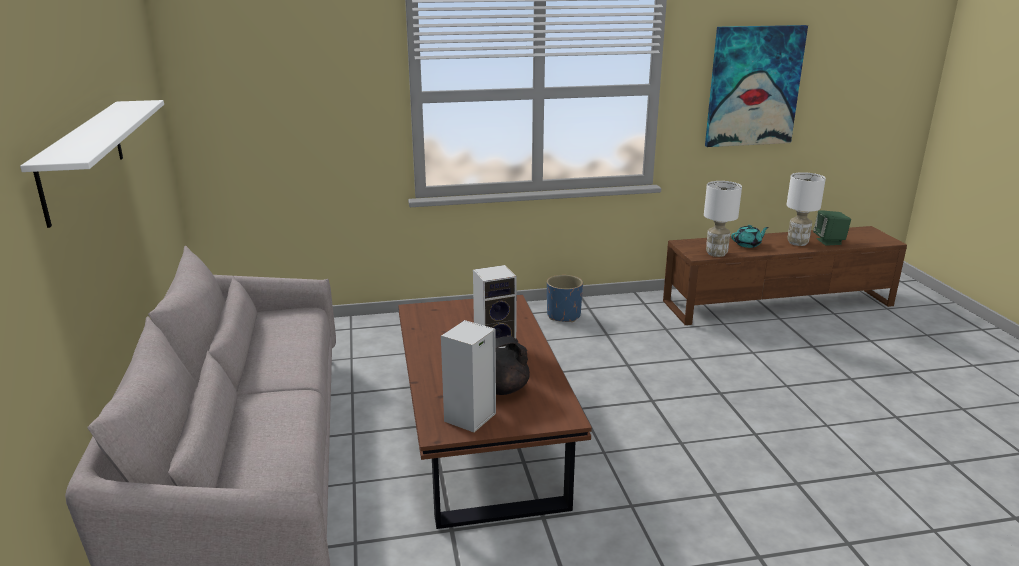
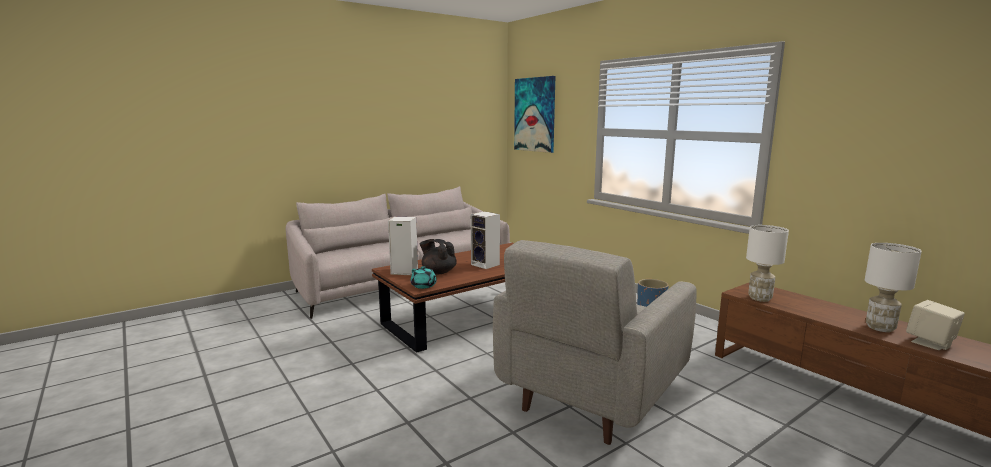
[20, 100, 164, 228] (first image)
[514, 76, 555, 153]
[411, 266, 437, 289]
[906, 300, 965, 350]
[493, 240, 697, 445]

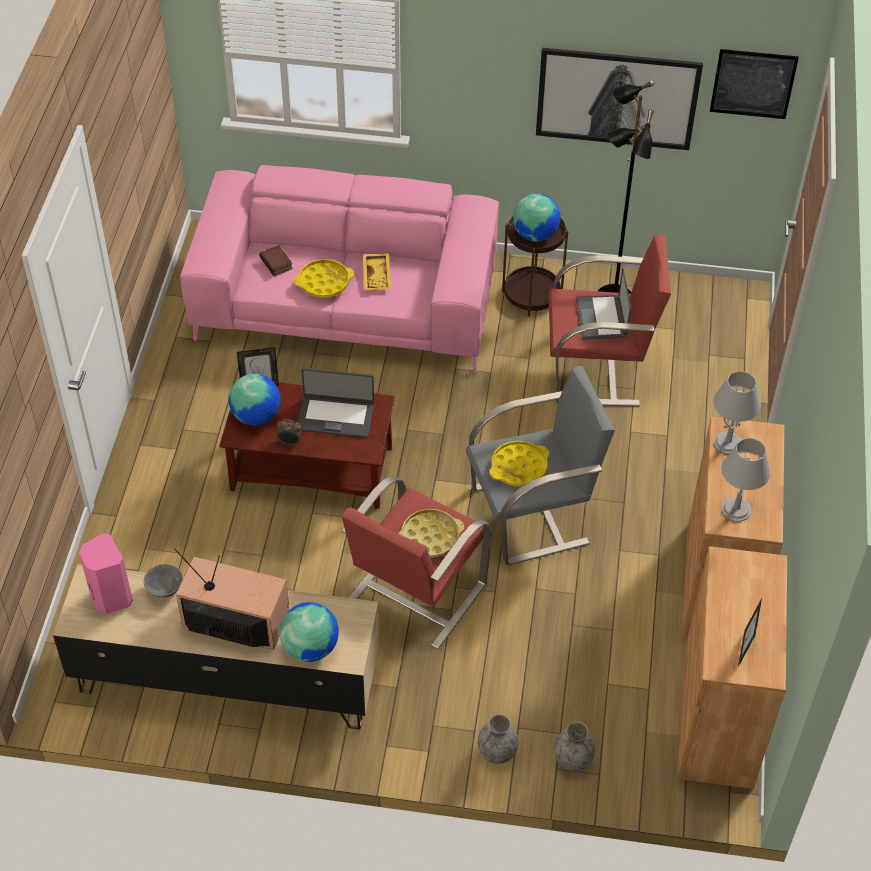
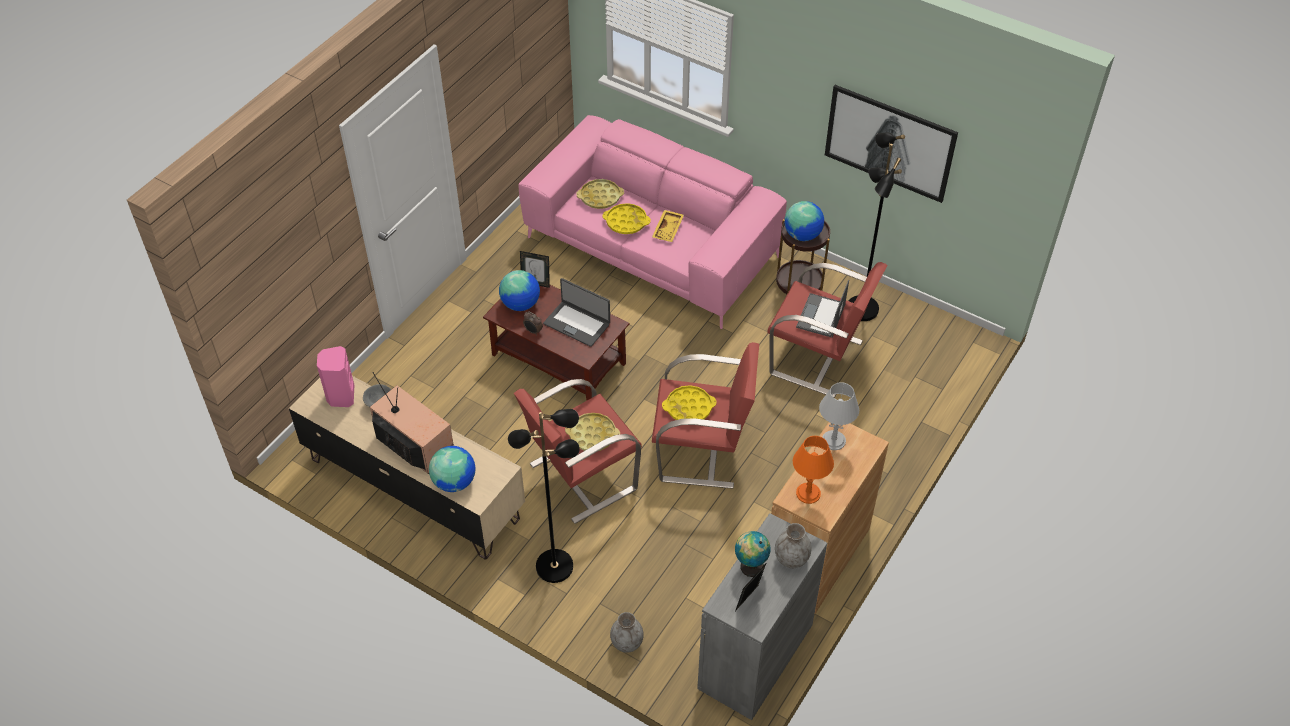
[576, 179, 624, 209]
[652, 342, 759, 489]
[775, 523, 811, 568]
[697, 513, 827, 720]
[710, 49, 799, 119] (first image)
[793, 436, 834, 504]
[508, 409, 580, 583]
[735, 531, 771, 577]

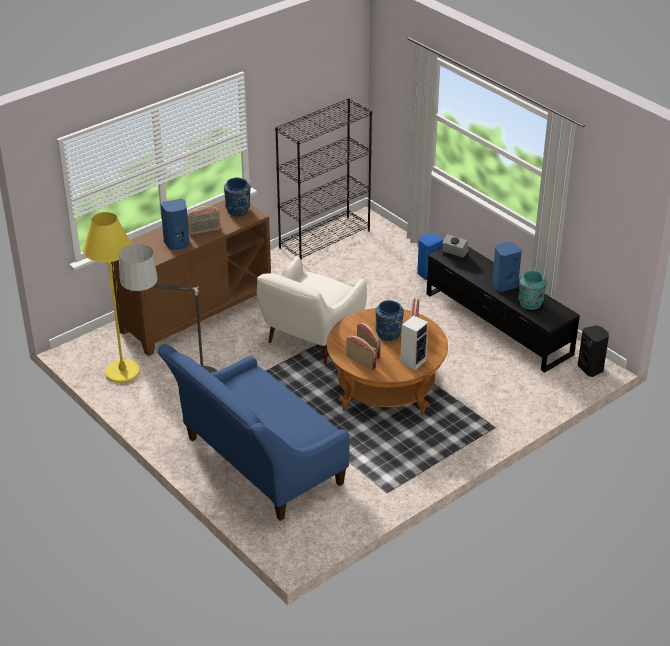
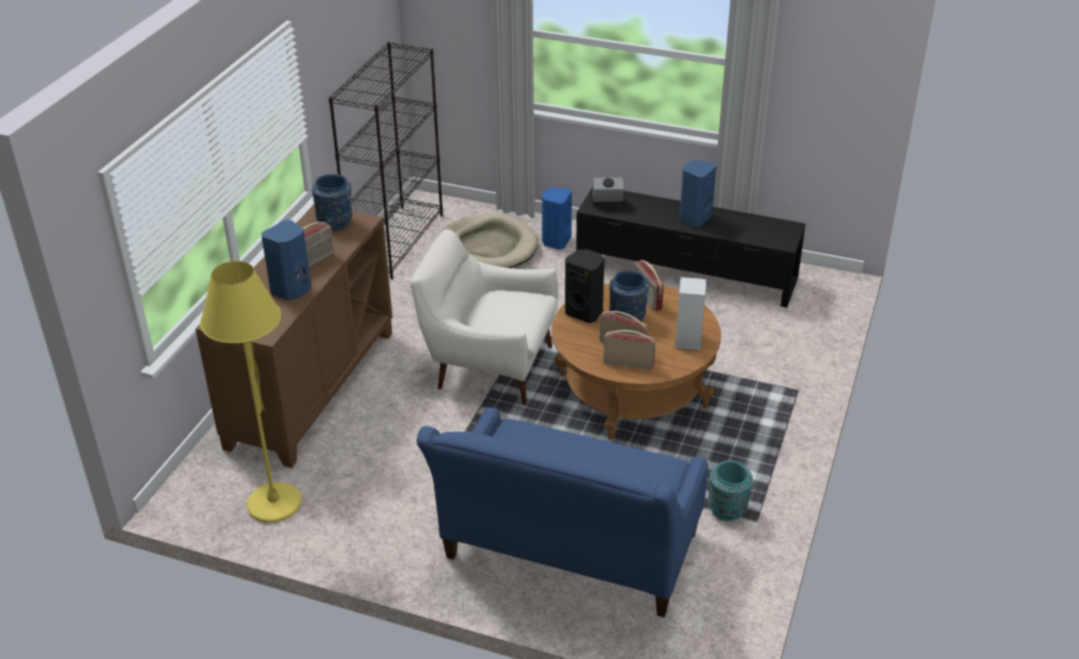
[119, 244, 217, 373] (first image)
[410, 229, 558, 405]
[708, 460, 753, 521]
[565, 249, 604, 323]
[439, 213, 539, 268]

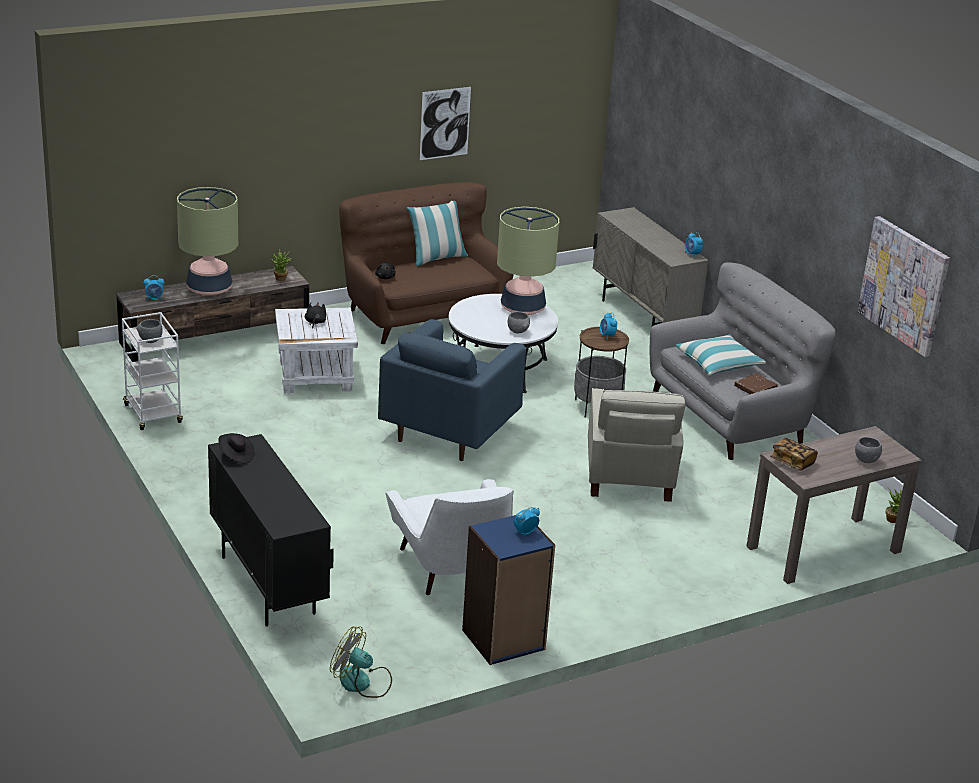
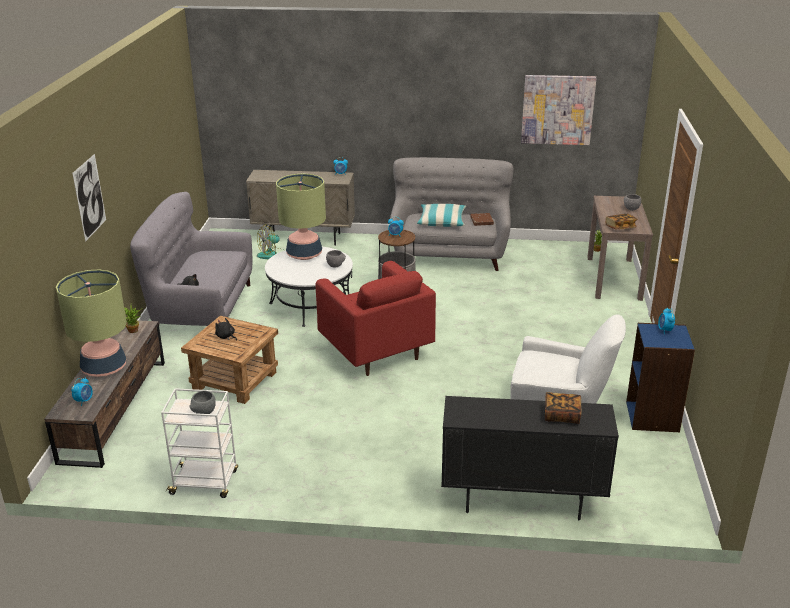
[218, 433, 255, 464] (first image)
[181, 316, 278, 404]
[257, 225, 283, 259]
[130, 192, 252, 326]
[316, 261, 436, 376]
[407, 201, 468, 266] (first image)
[72, 154, 106, 242]
[588, 388, 686, 502] (first image)
[545, 392, 582, 424]

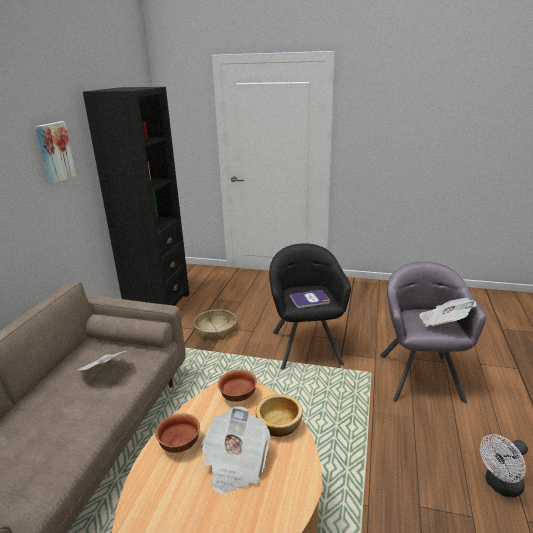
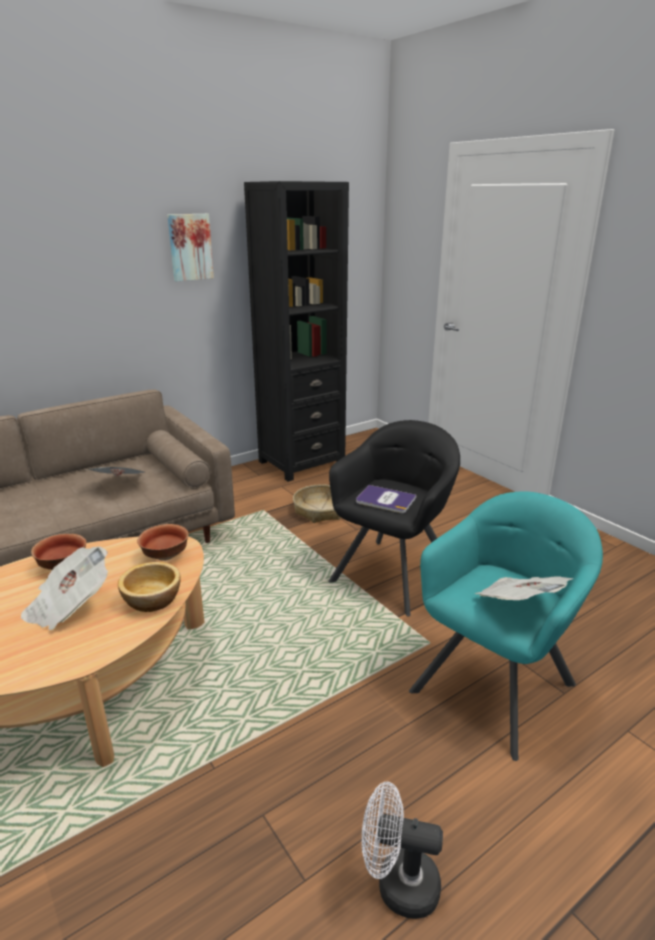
[409, 491, 603, 761]

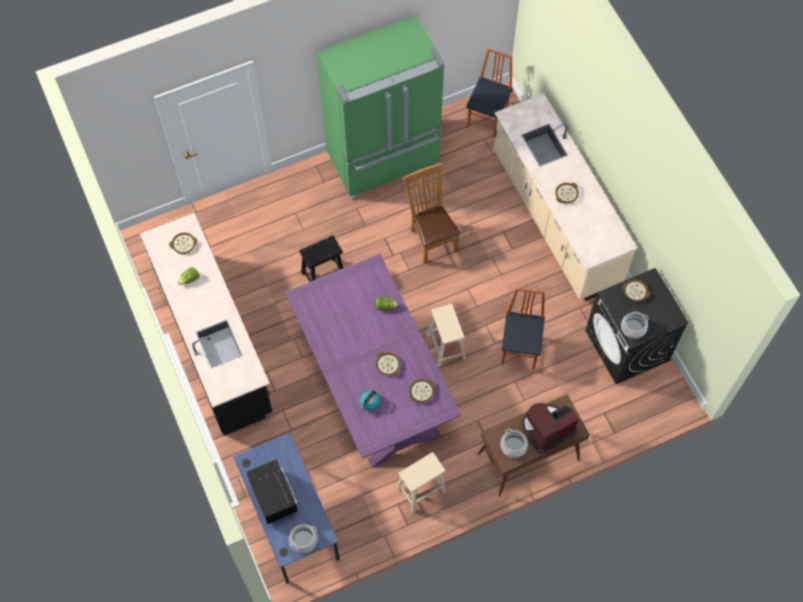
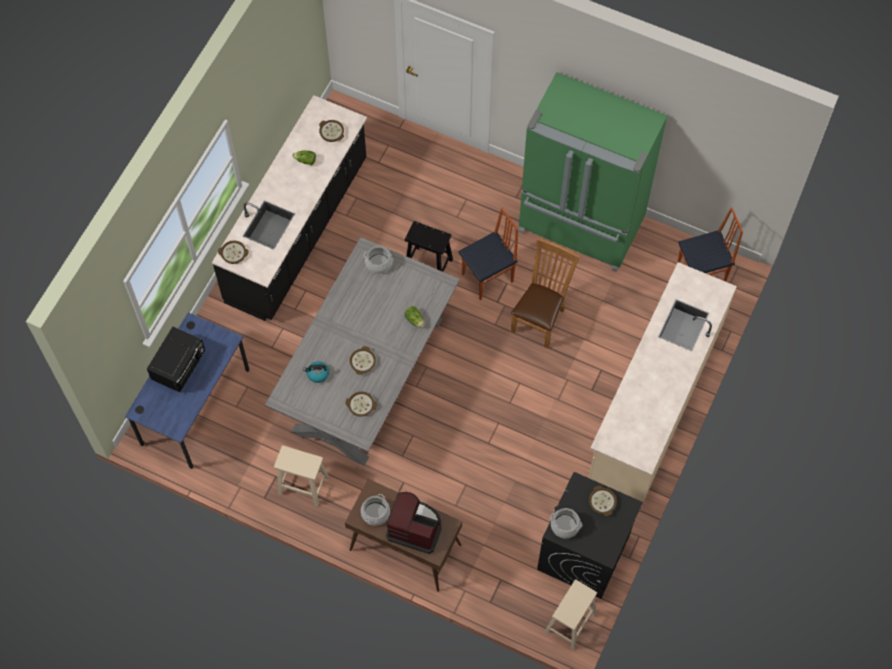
[265, 237, 460, 466]
[364, 246, 394, 274]
[544, 579, 597, 650]
[458, 208, 518, 300]
[218, 240, 249, 264]

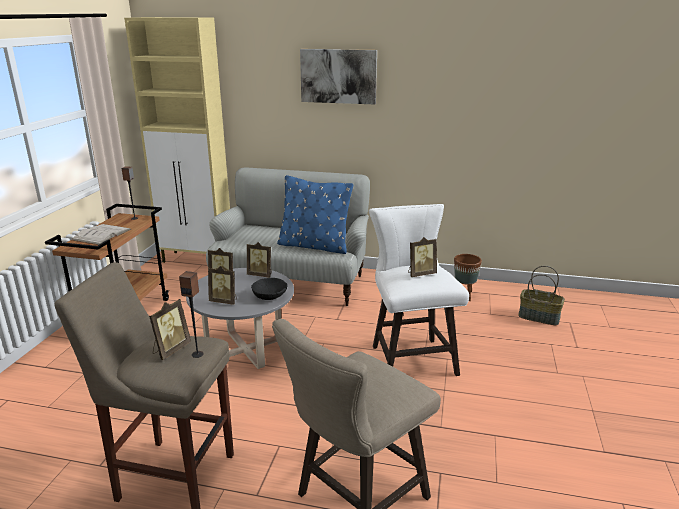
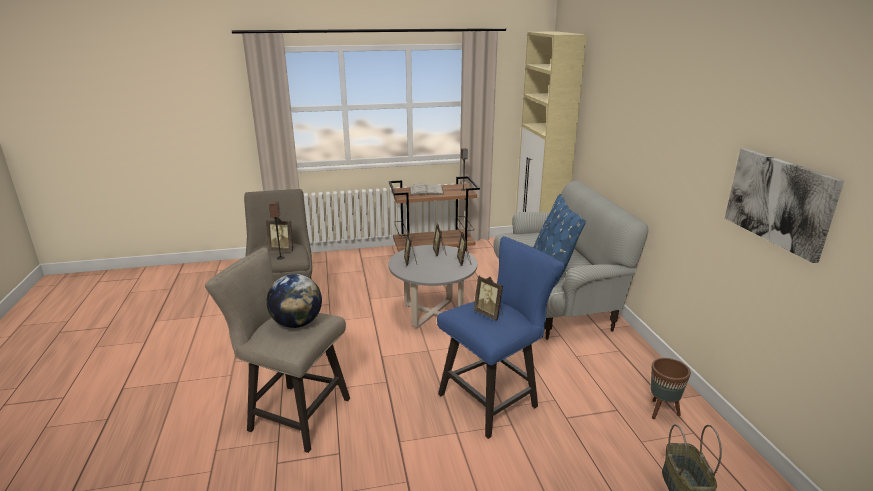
[251, 278, 288, 300] (first image)
[725, 148, 844, 263]
[437, 236, 565, 439]
[266, 274, 322, 328]

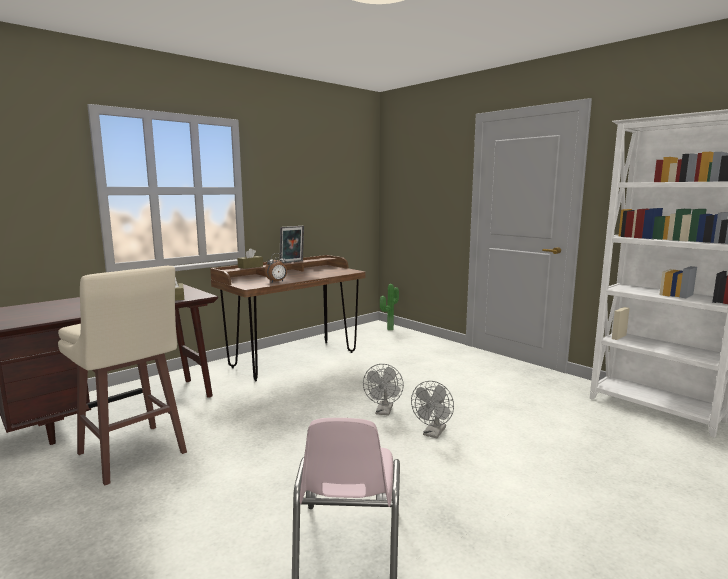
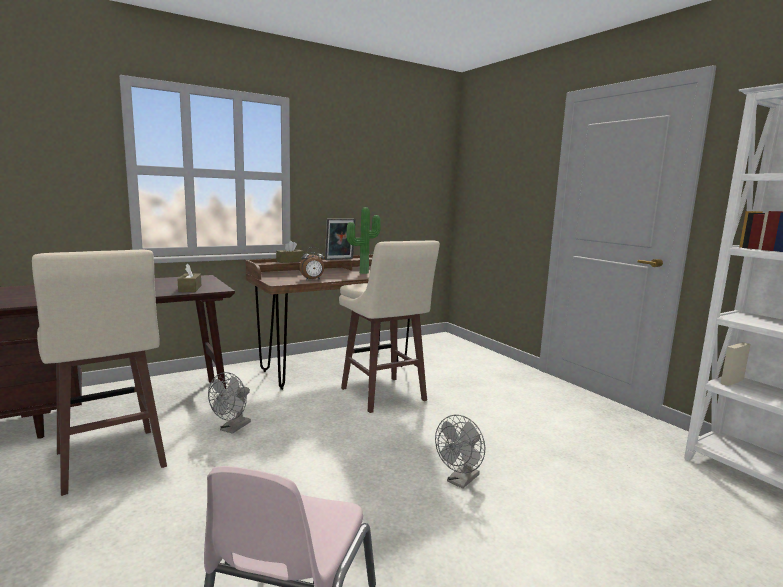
[208, 372, 251, 434]
[346, 207, 380, 274]
[339, 240, 440, 413]

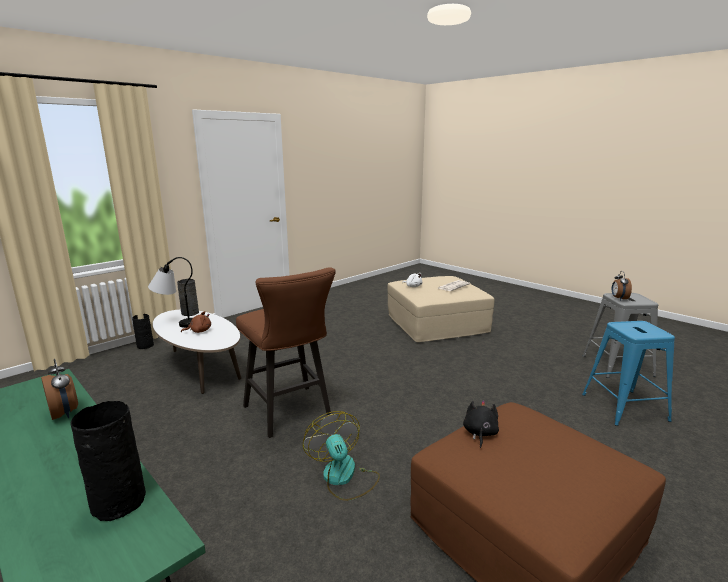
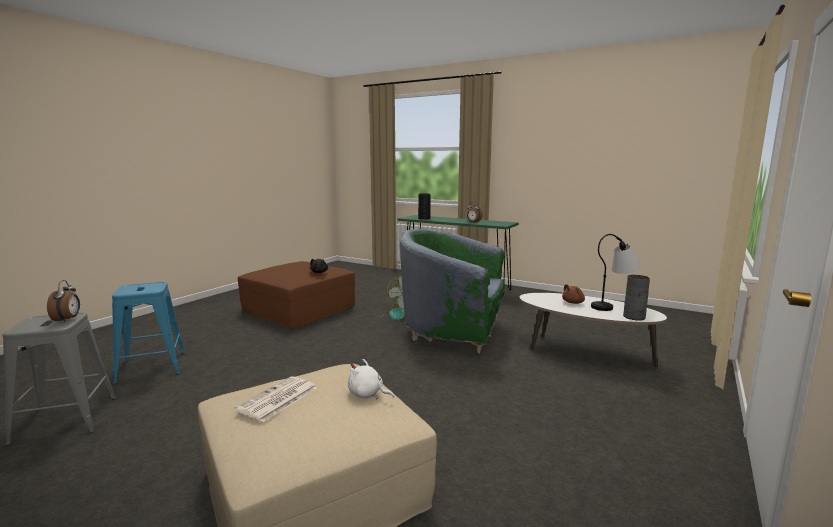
[132, 314, 154, 349] (first image)
[399, 229, 504, 354]

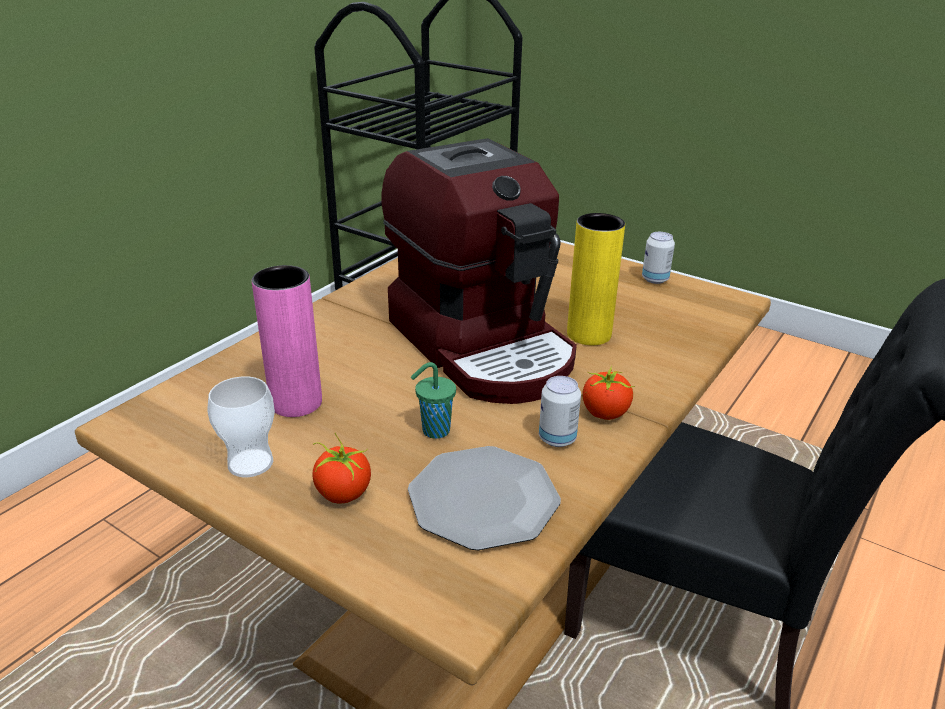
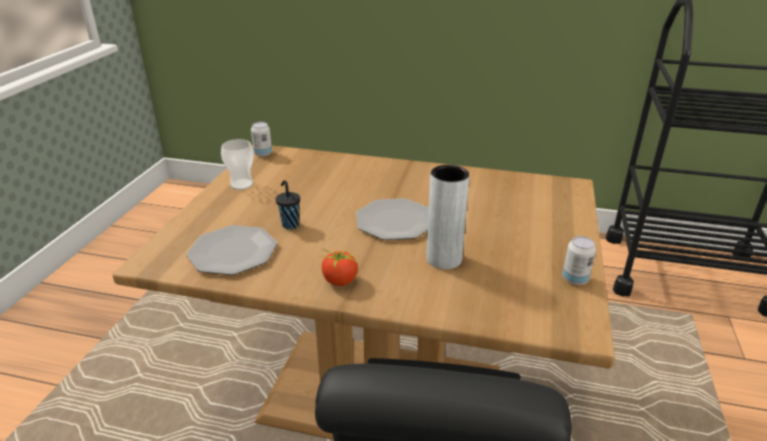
[252, 265, 322, 417] (first image)
[312, 432, 371, 504] (first image)
[356, 198, 429, 240]
[276, 180, 300, 229]
[251, 122, 272, 157]
[426, 165, 469, 269]

